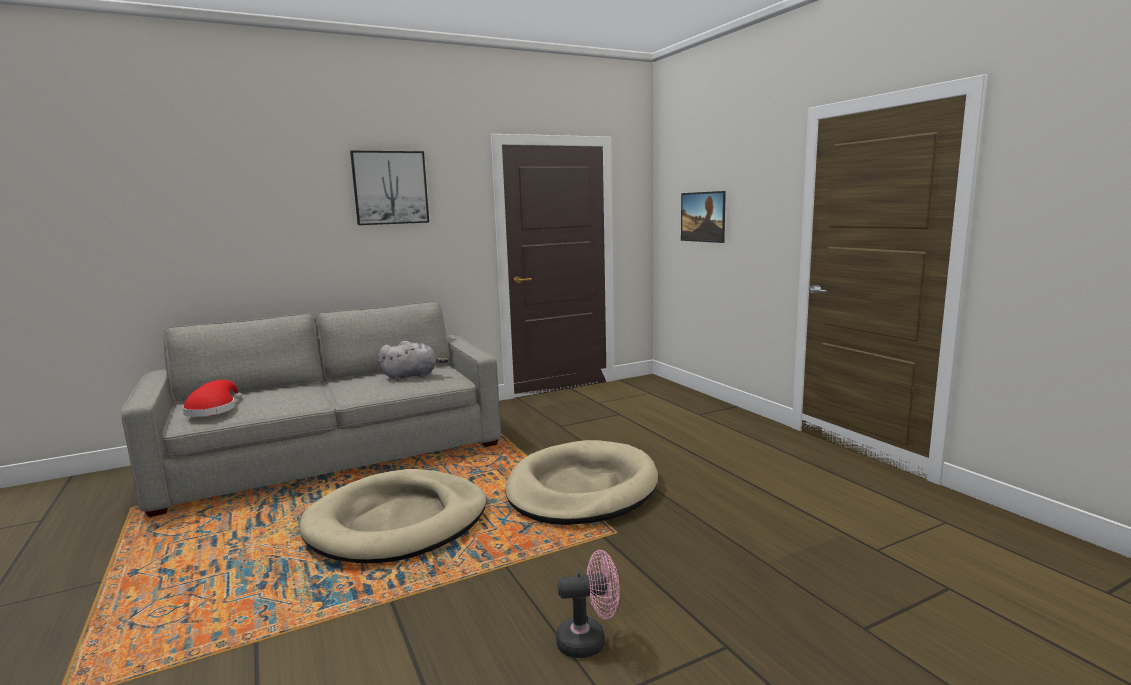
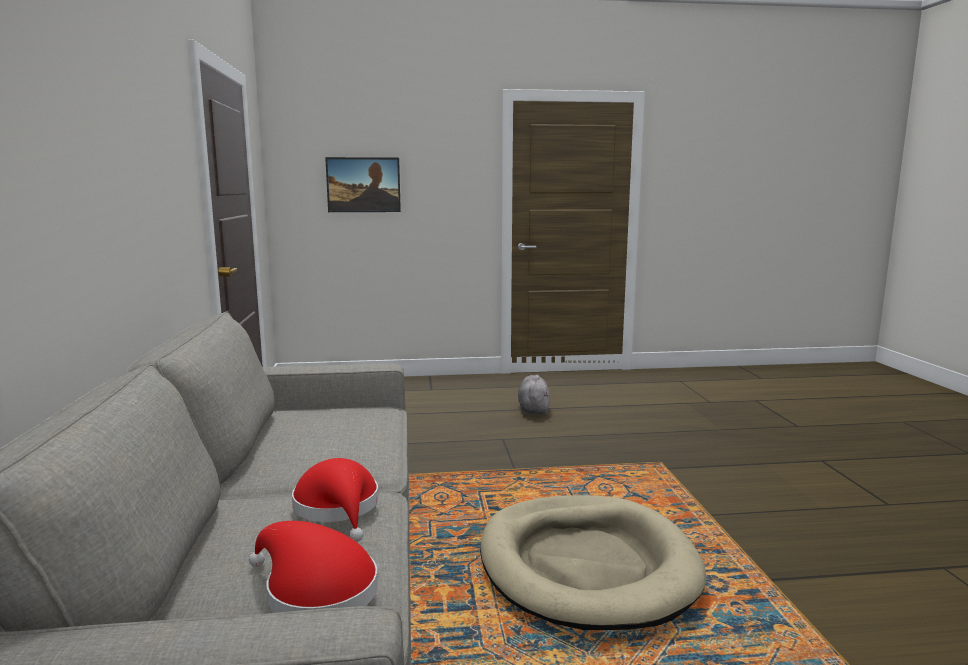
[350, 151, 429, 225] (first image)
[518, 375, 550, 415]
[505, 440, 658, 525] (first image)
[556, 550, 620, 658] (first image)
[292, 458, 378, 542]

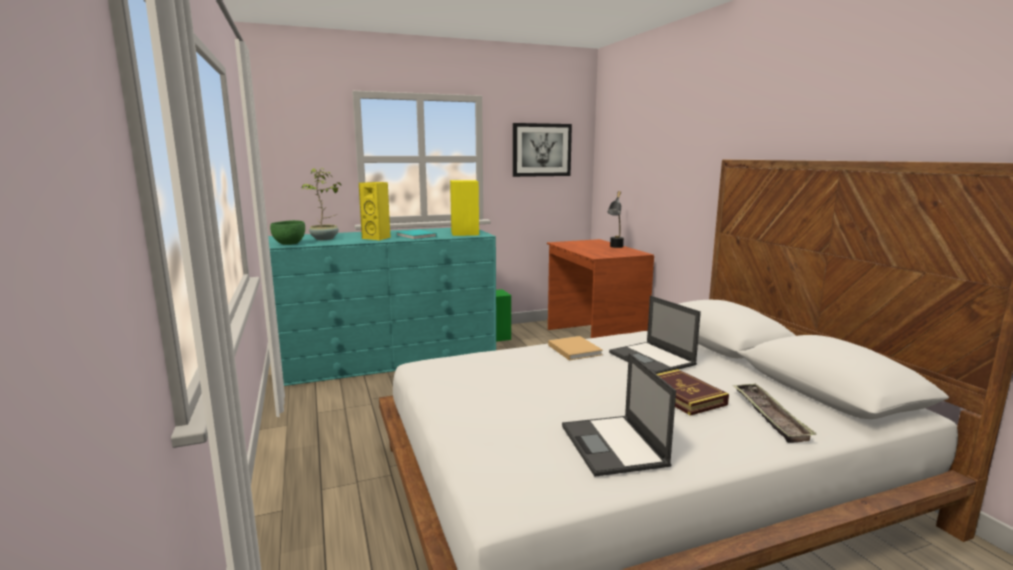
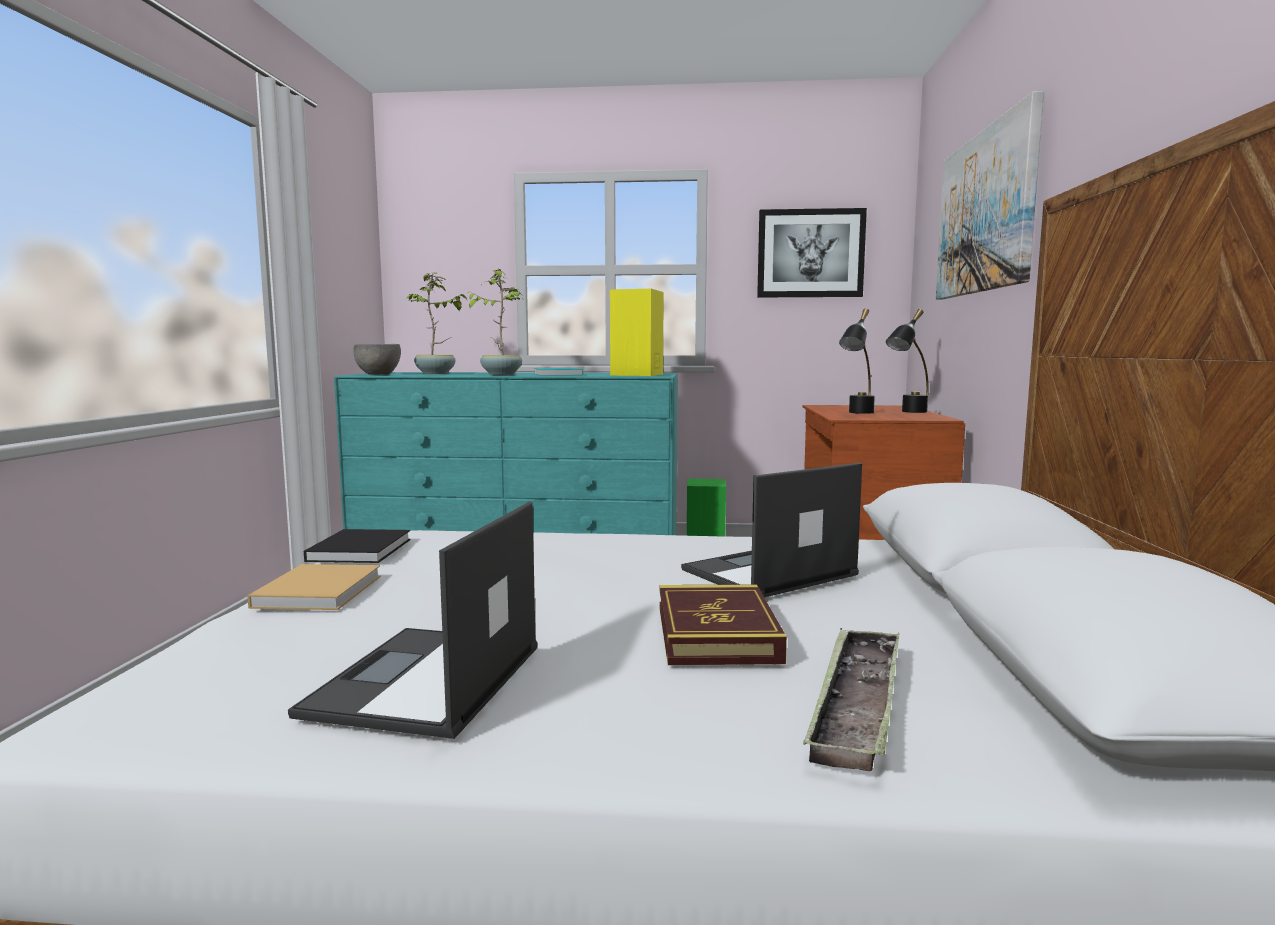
[353, 344, 401, 375]
[465, 269, 524, 375]
[247, 564, 381, 610]
[681, 463, 862, 598]
[304, 529, 411, 563]
[839, 309, 875, 414]
[936, 91, 1044, 299]

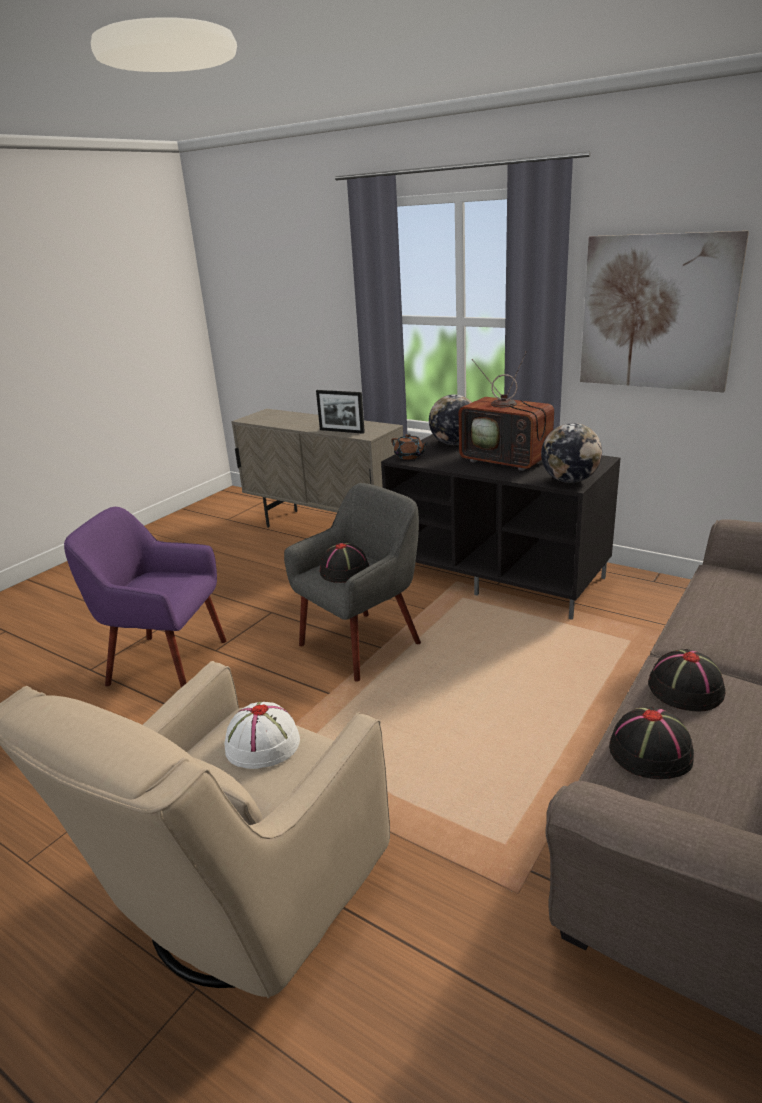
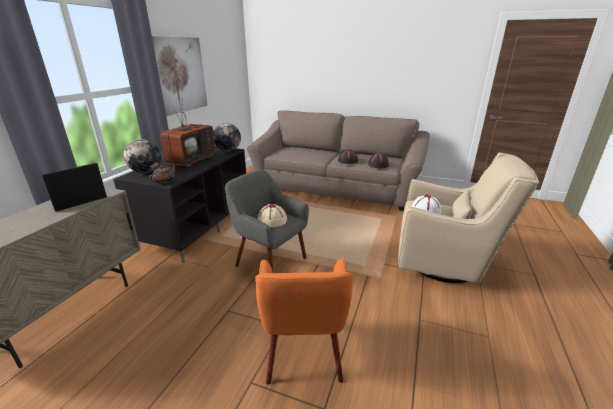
[255, 258, 353, 385]
[41, 163, 107, 212]
[258, 204, 287, 227]

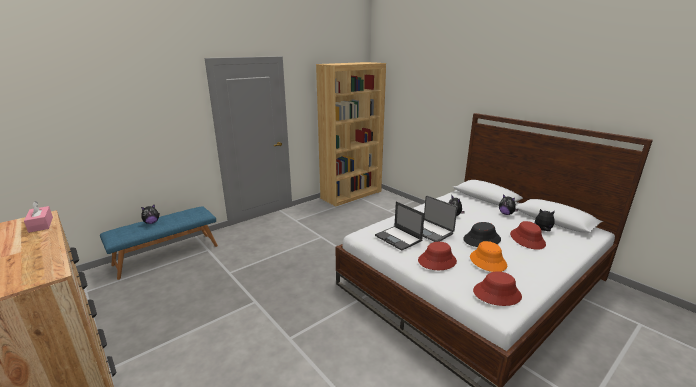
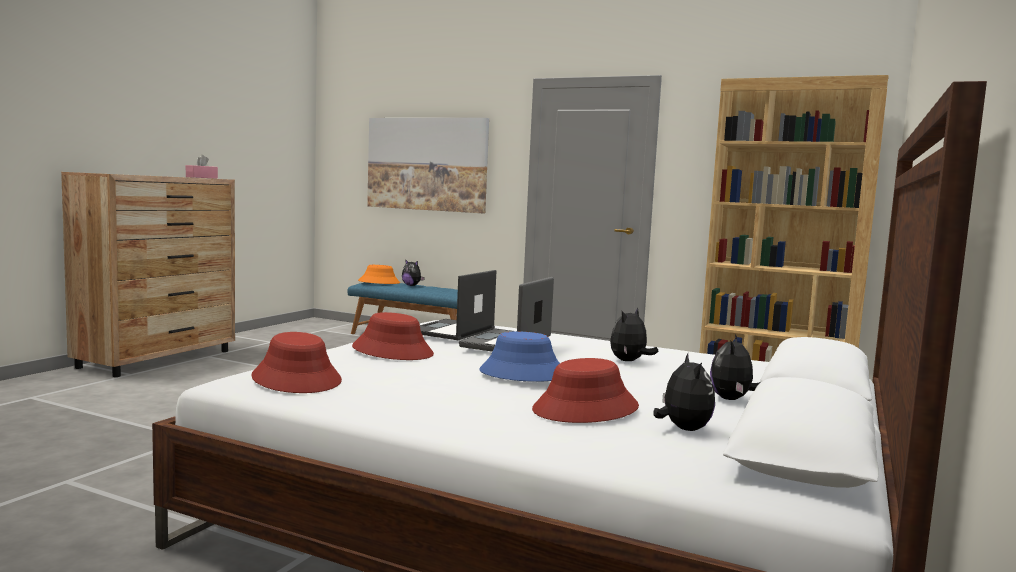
[480, 331, 560, 382]
[358, 265, 400, 284]
[367, 118, 489, 213]

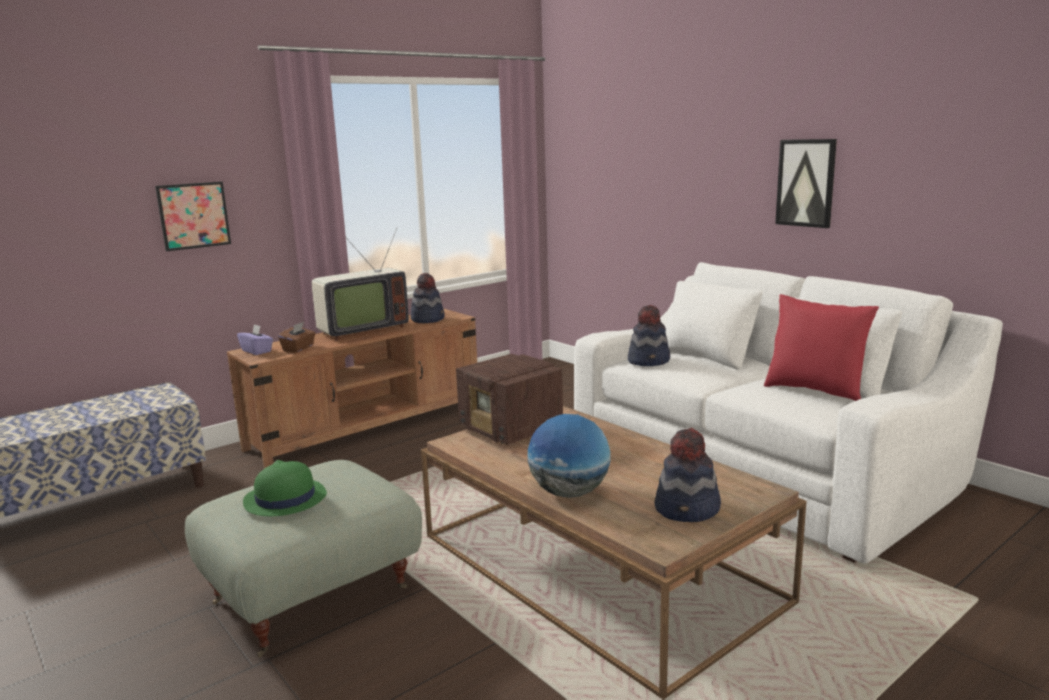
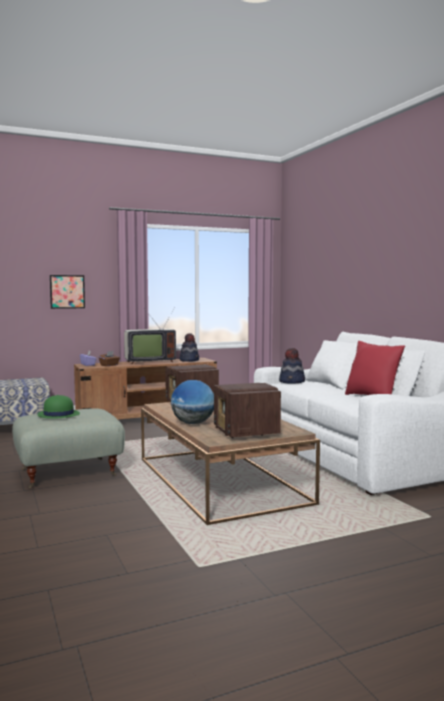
[214, 383, 281, 438]
[775, 139, 837, 228] (first image)

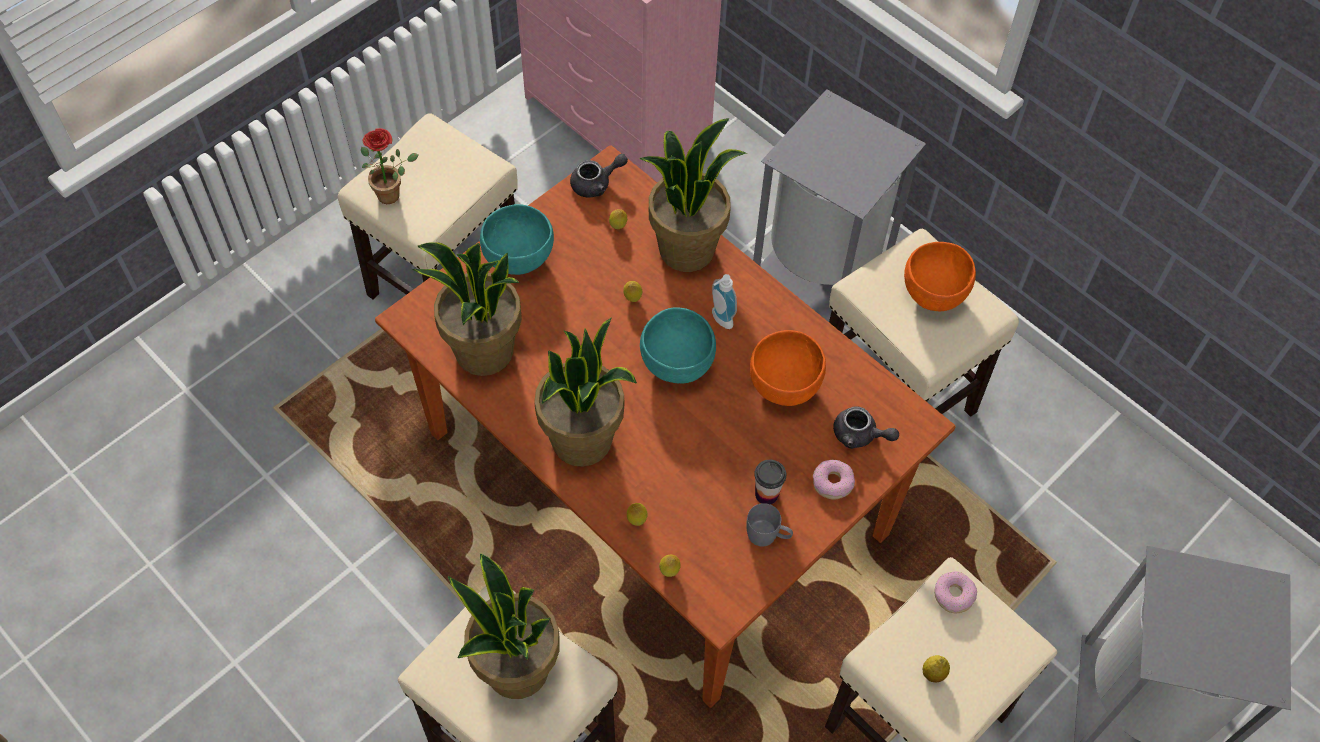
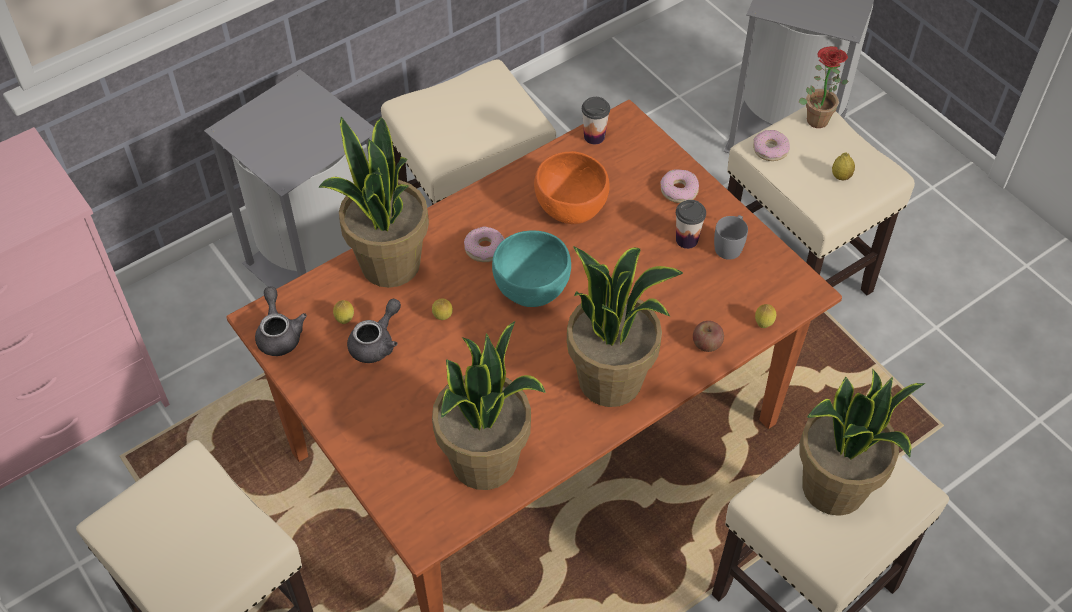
[799, 46, 849, 128]
[480, 204, 554, 275] (first image)
[693, 321, 724, 352]
[464, 227, 504, 262]
[347, 299, 401, 363]
[904, 242, 976, 311] (first image)
[582, 97, 610, 144]

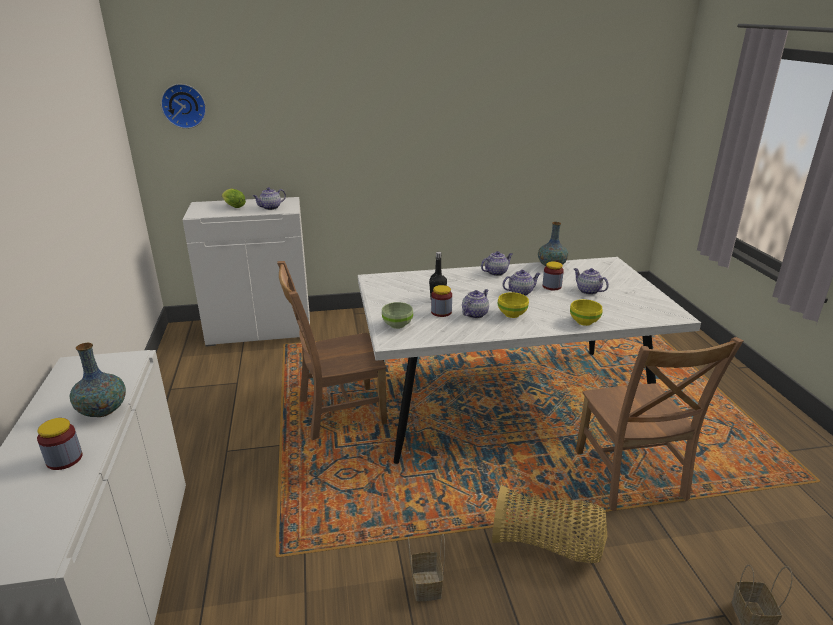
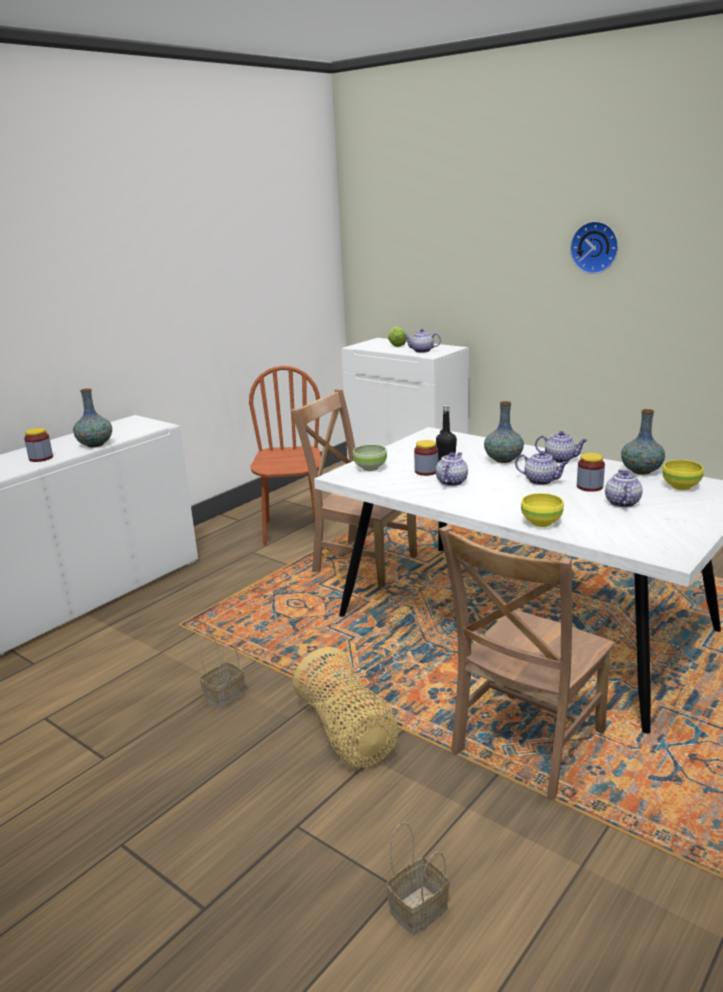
[570, 221, 619, 274]
[436, 452, 468, 486]
[663, 460, 704, 490]
[249, 366, 321, 546]
[484, 401, 524, 463]

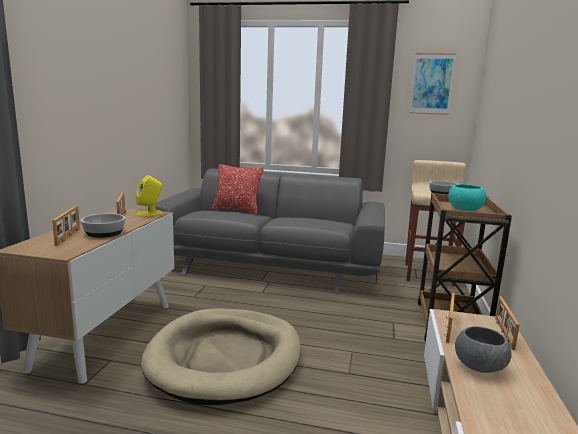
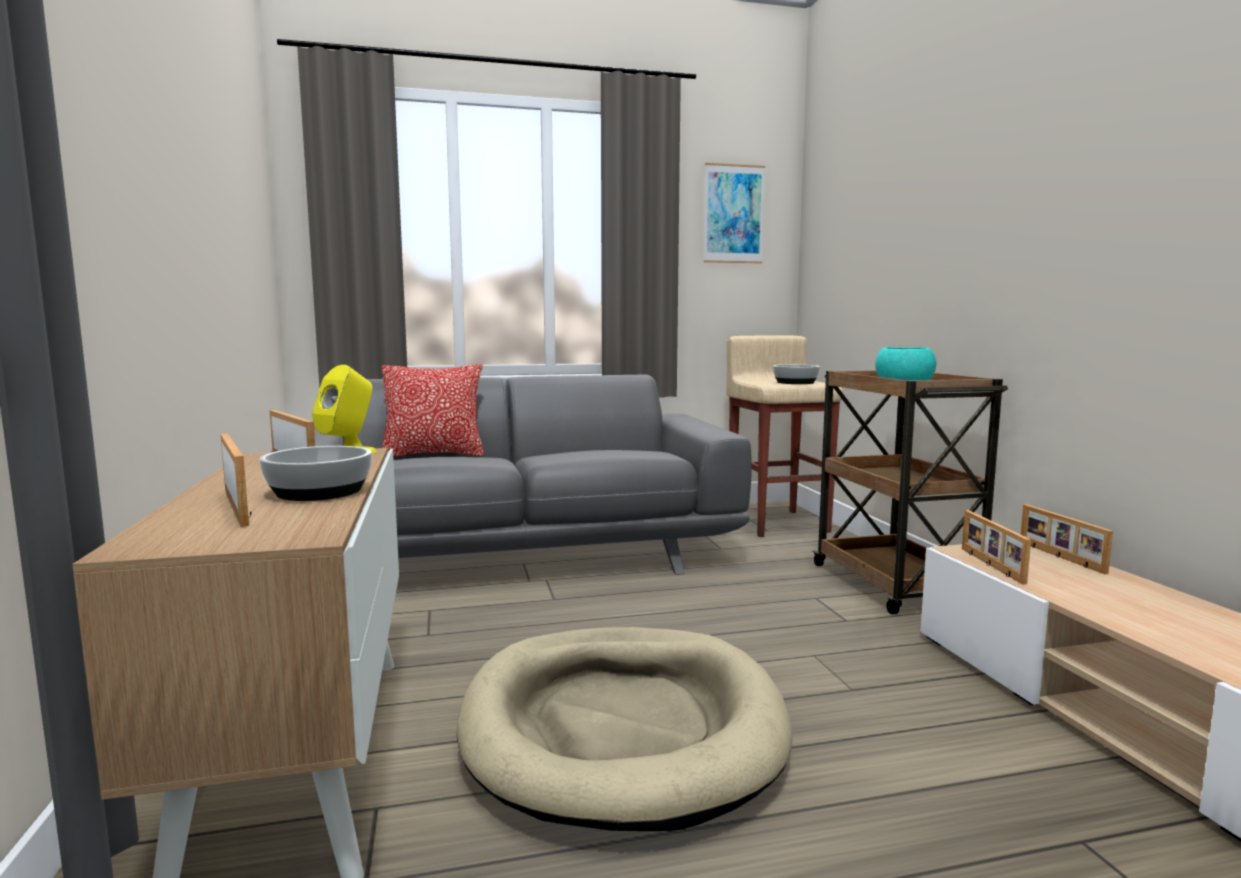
[455, 326, 512, 373] (first image)

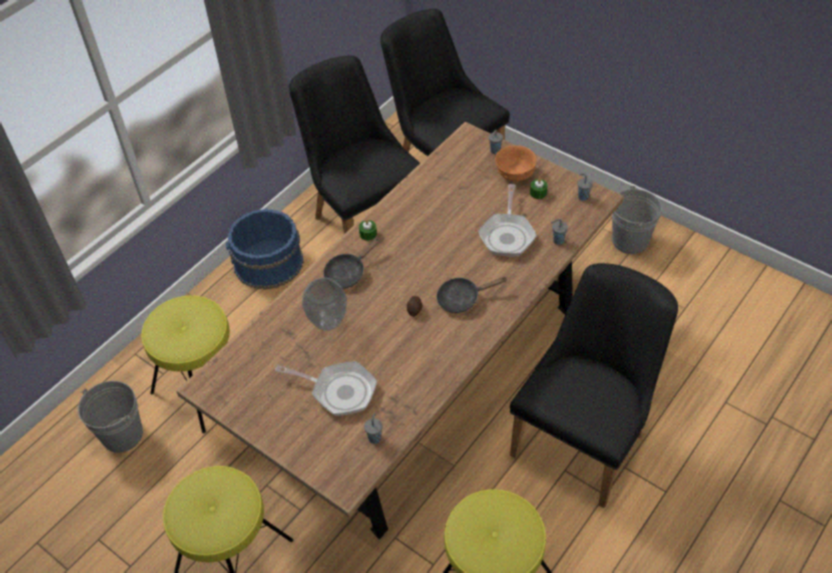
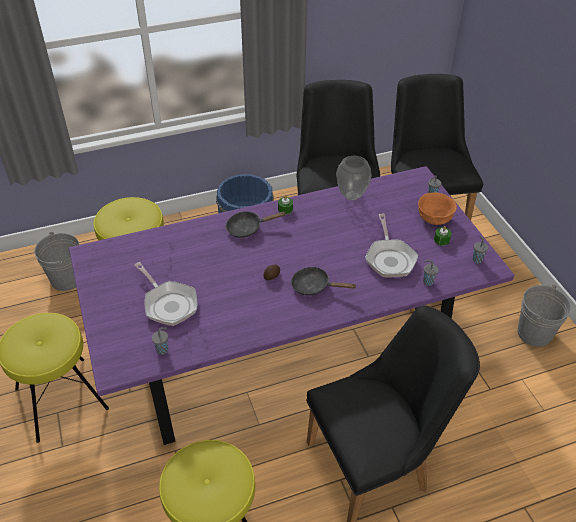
[69, 166, 514, 445]
[336, 156, 372, 200]
[365, 214, 418, 278]

